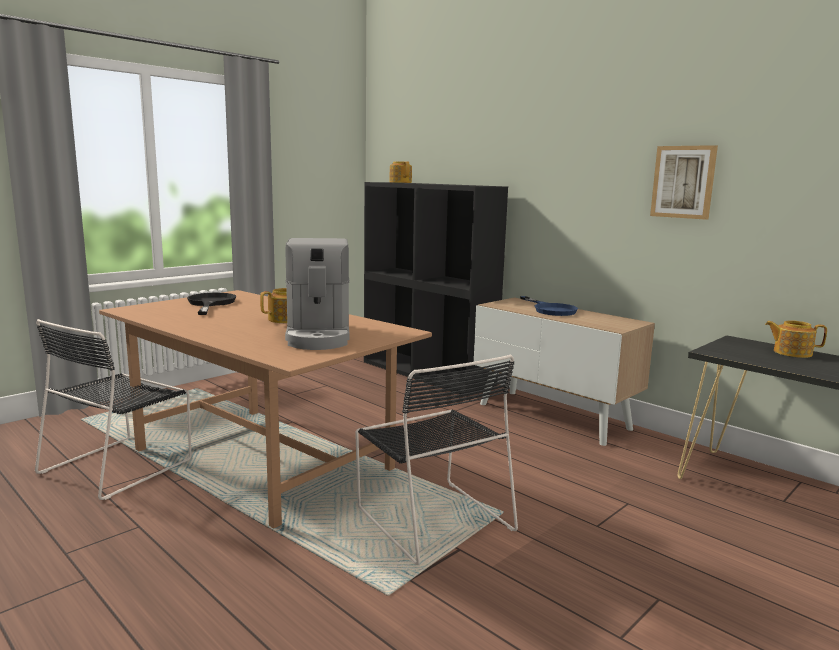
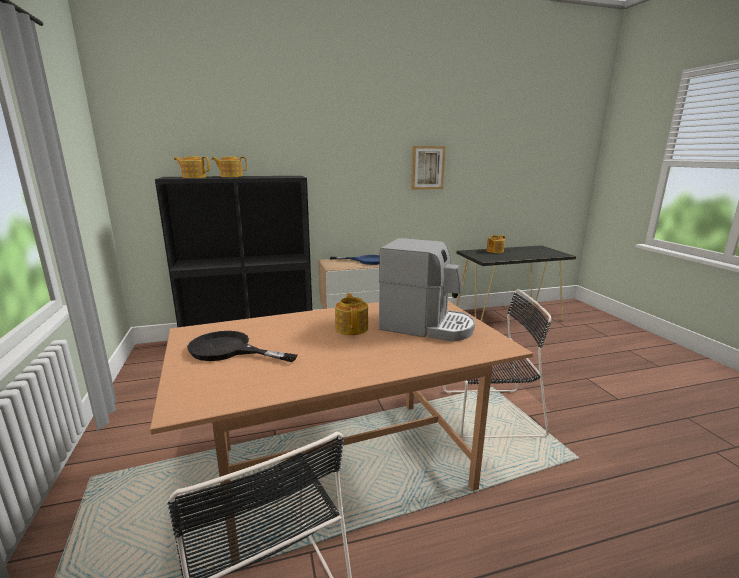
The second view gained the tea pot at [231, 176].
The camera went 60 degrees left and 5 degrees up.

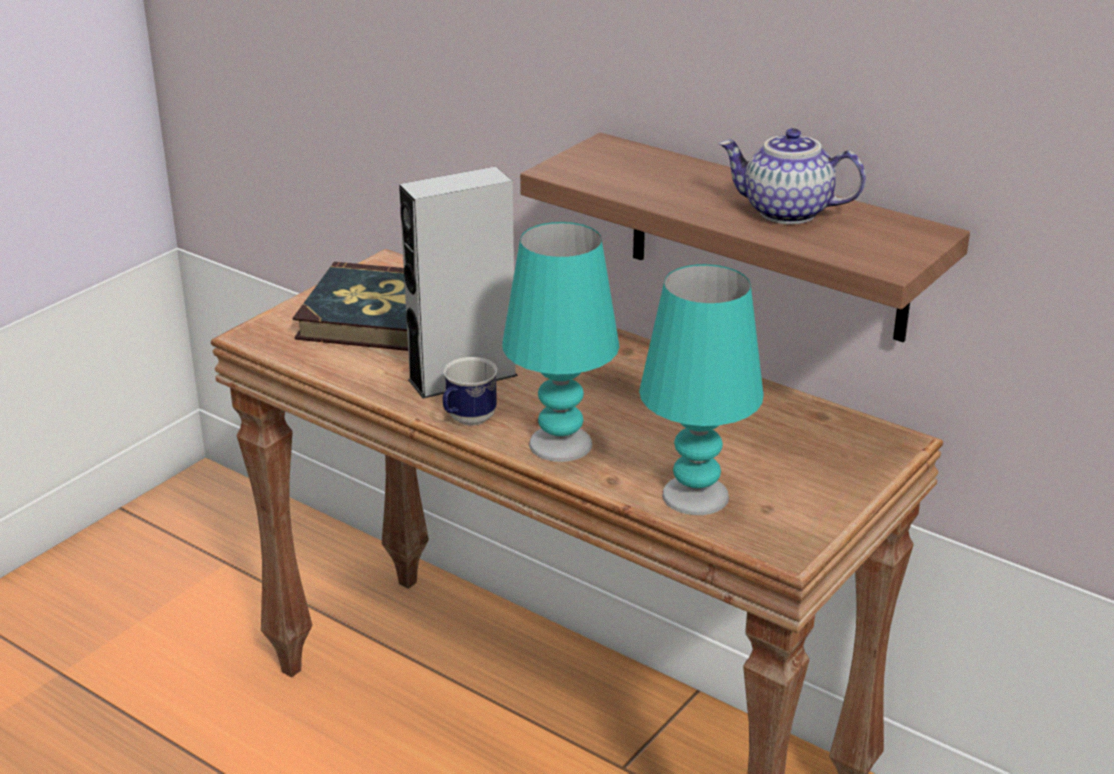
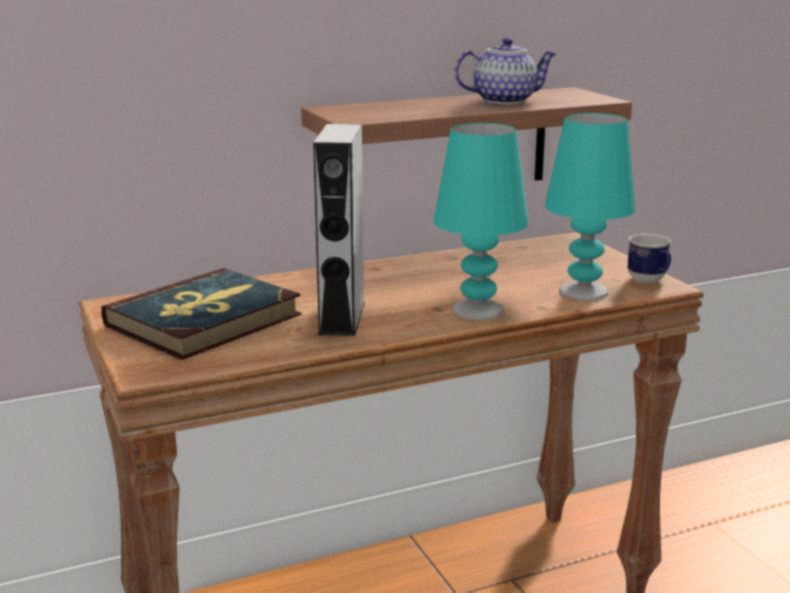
The tea mug ended up elsewhere, having gone from [467, 421] to [649, 281].
The tea pot at [785, 213] ended up facing another way, 150 degrees counterclockwise from before.
The camera went 60 degrees left and 10 degrees down.

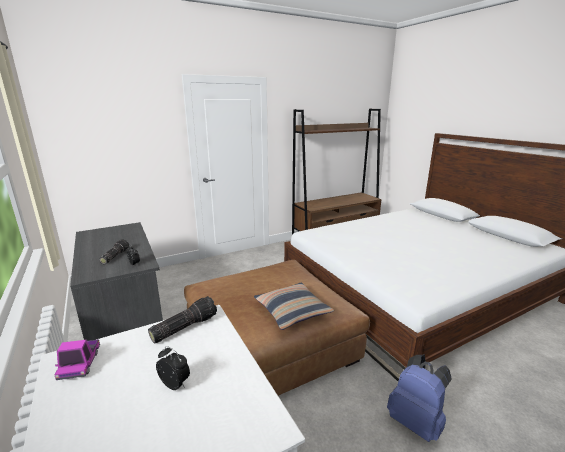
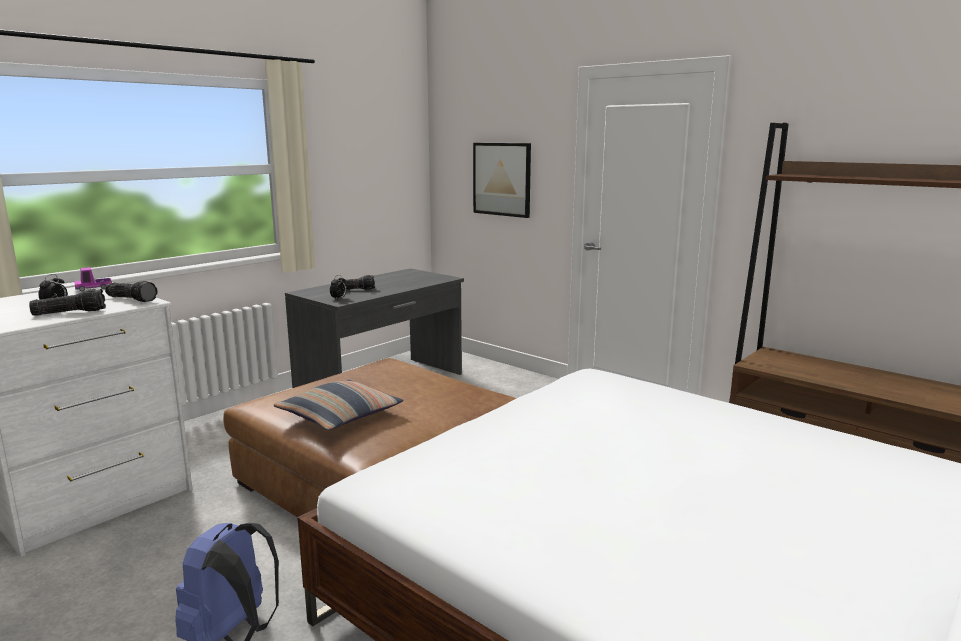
The second view gained the flashlight at [70, 312].
The second view gained the wall art at [502, 179].
The camera went 70 degrees right and 5 degrees down.

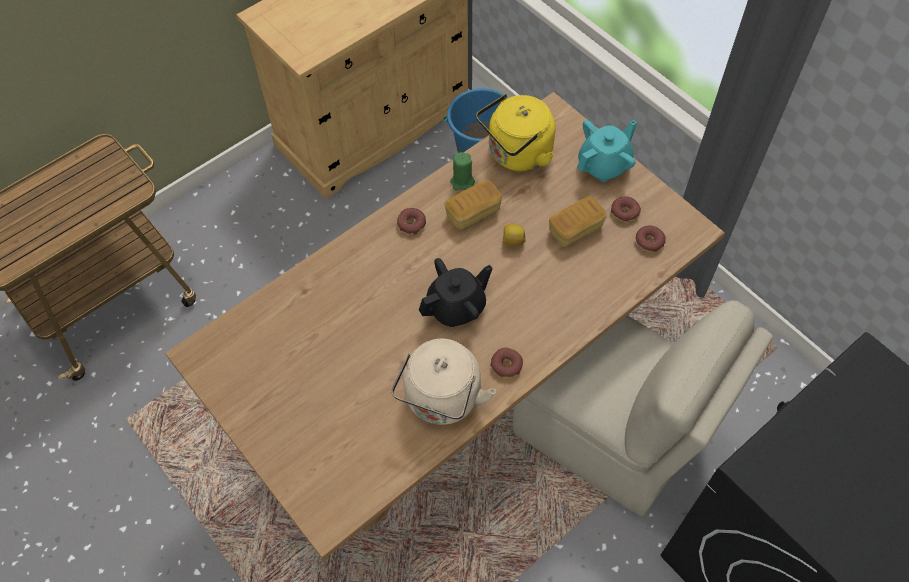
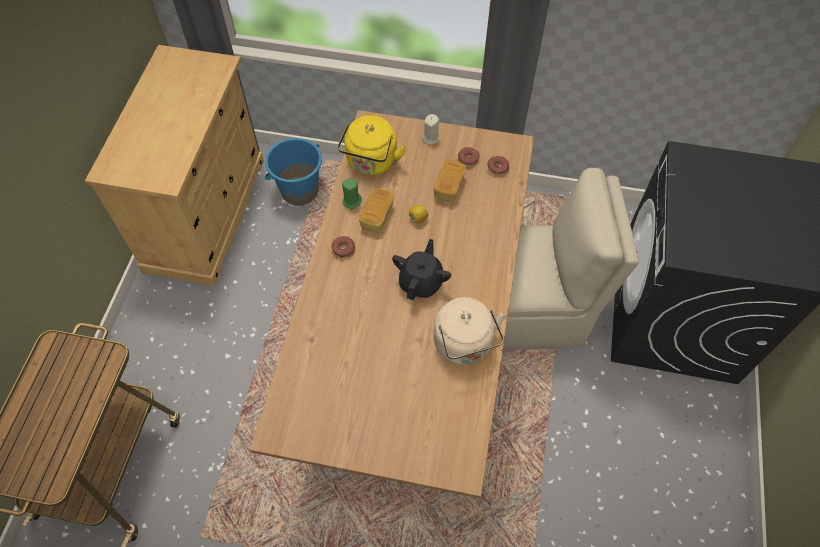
The second view lost the ring doughnut at [506, 365].
Where the tea pot in blue-green stood at [604, 165], the wax light in beige came to stand at [430, 137].
The camera went 40 degrees left and 0 degrees up.

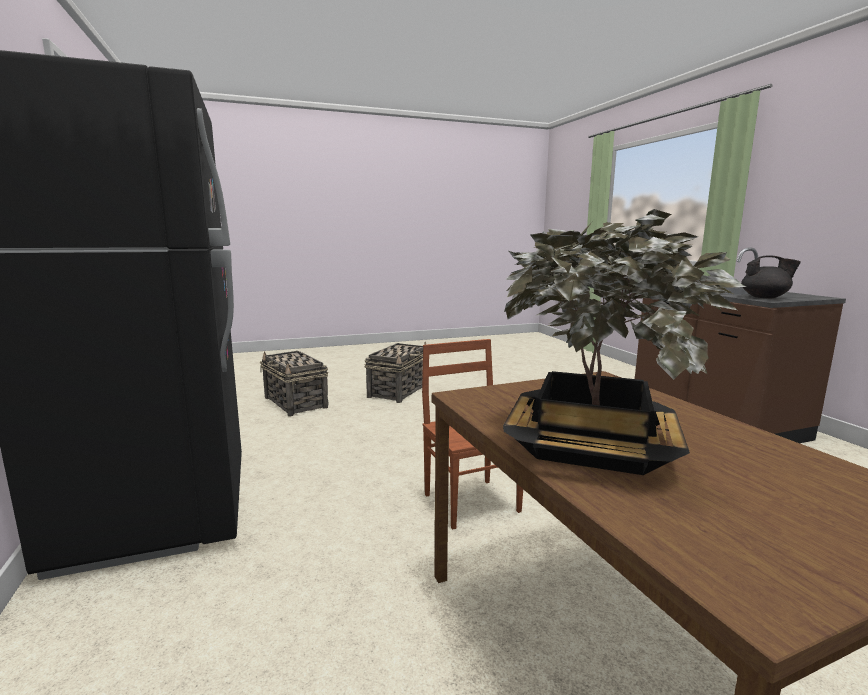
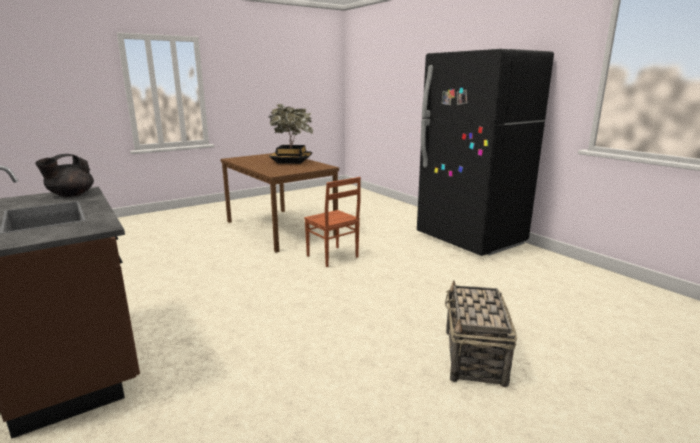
The second view lost the storage basket at [296, 403].
The tea pot in blackish at [765, 297] ended up facing another way, 60 degrees counterclockwise from before.
The camera went 165 degrees right and 5 degrees up.

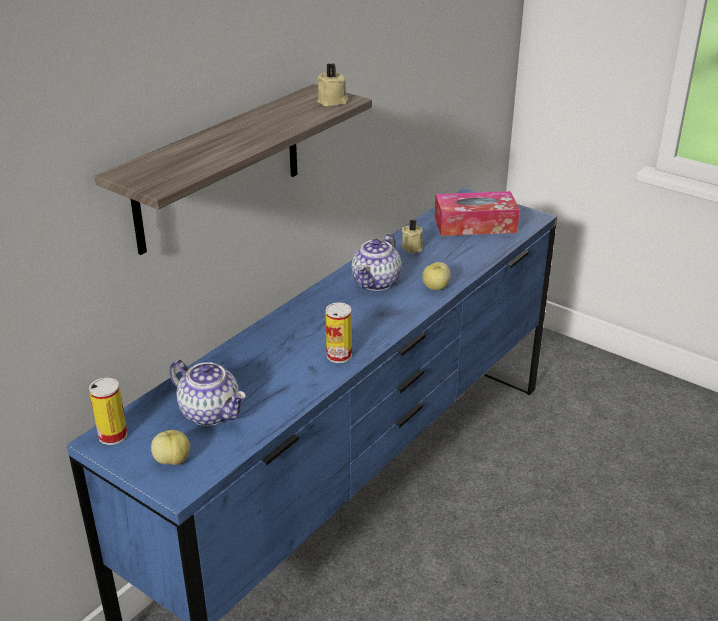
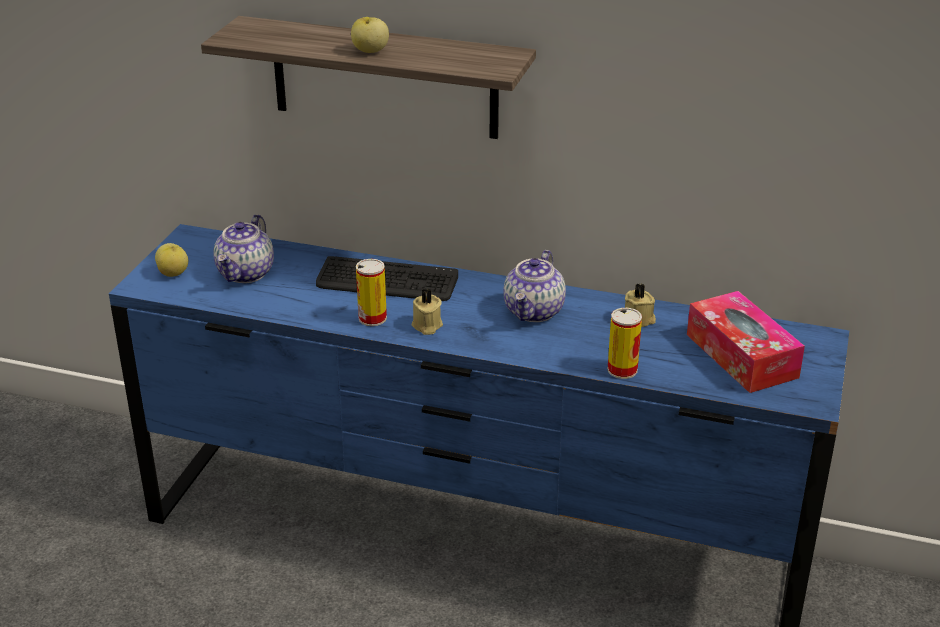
The metal can ended up elsewhere, having gone from [113, 435] to [622, 370].
The wax light in beige ended up elsewhere, having gone from [333, 101] to [426, 326].
The tea pot at [376, 282] ended up facing another way, 75 degrees counterclockwise from before.
The whole apple ended up elsewhere, having gone from [436, 287] to [370, 51].
The second view gained the computer keyboard at [386, 281].
The camera went 70 degrees right and 0 degrees up.

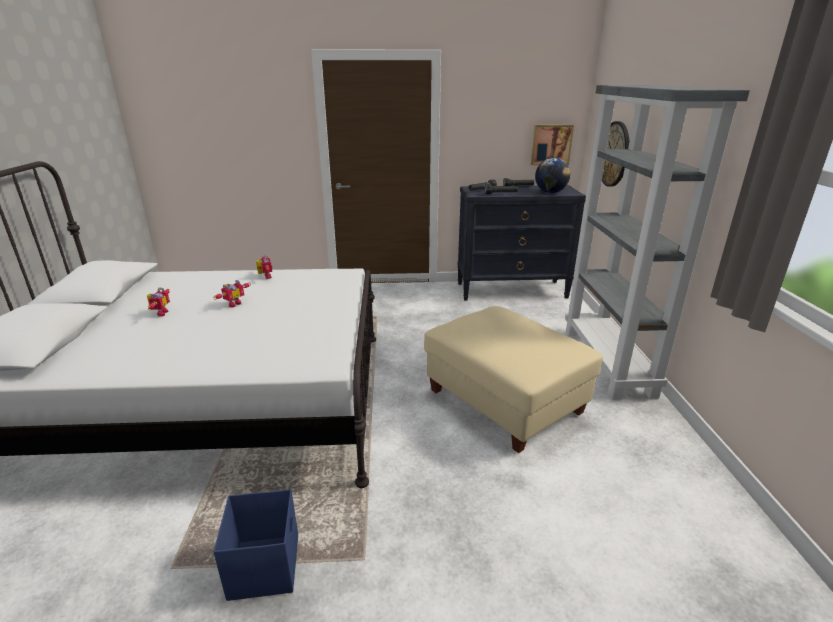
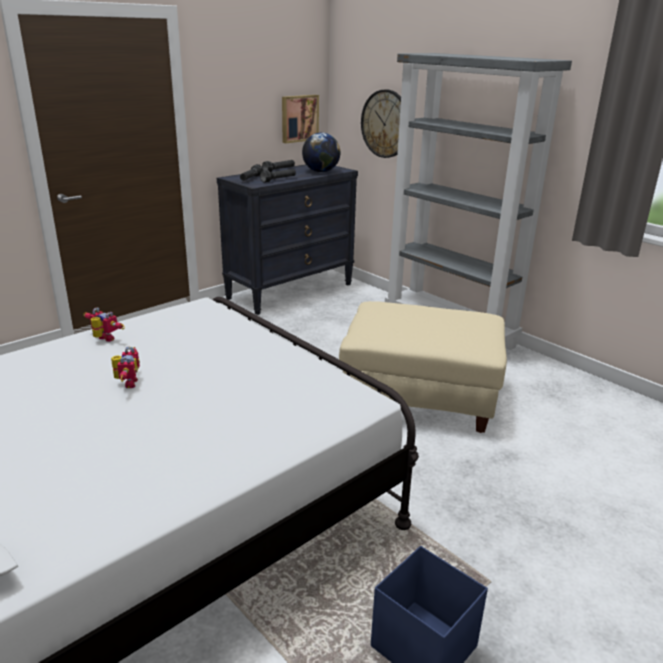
The second view lost the robot figure at [160, 313].
The camera went 40 degrees left and 0 degrees up.

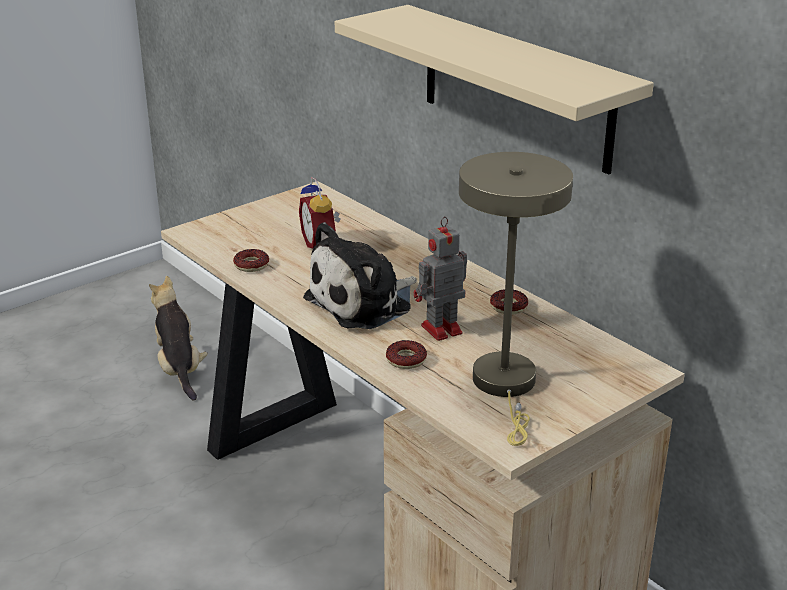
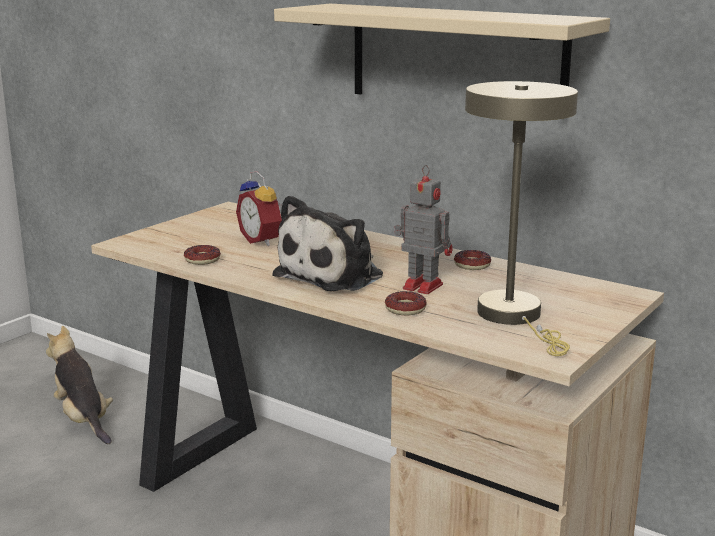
The robot figure at [439, 330] ended up facing another way, 75 degrees clockwise from before.
The camera went 15 degrees left and 10 degrees down.

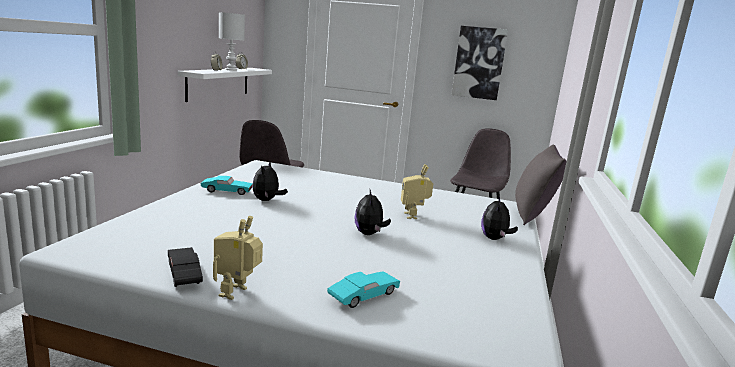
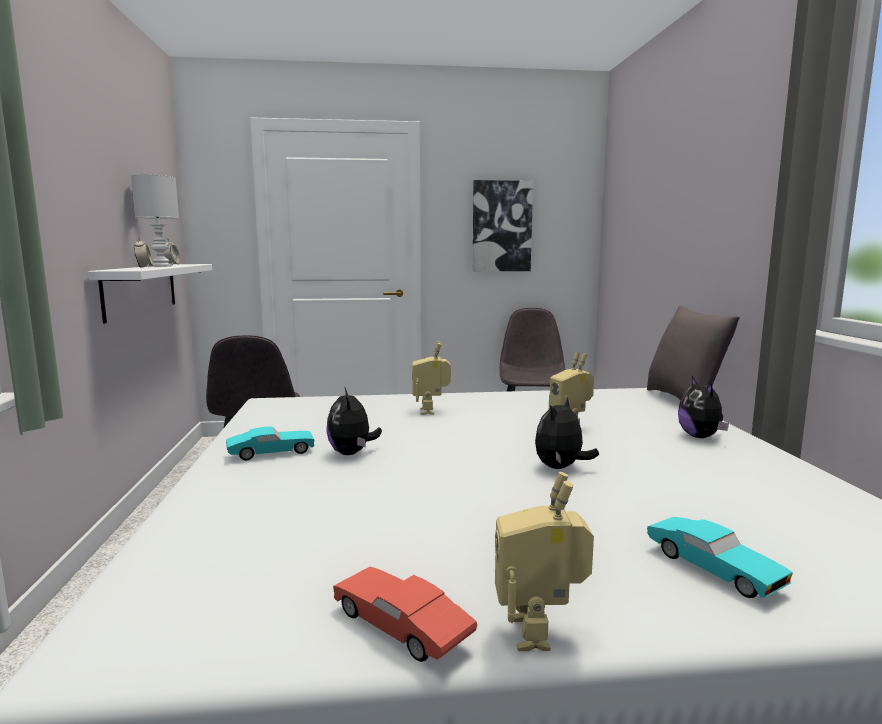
What was the toy car in blackish at [184, 275] turned into the toy car in reddish at [401, 628].
The toy car in blue-green at [363, 297] ended up facing another way, 120 degrees clockwise from before.
The plush toy at [369, 234] ended up facing another way, 60 degrees clockwise from before.
The second view gained the robot figure at [431, 411].
The camera went 20 degrees left and 5 degrees down.

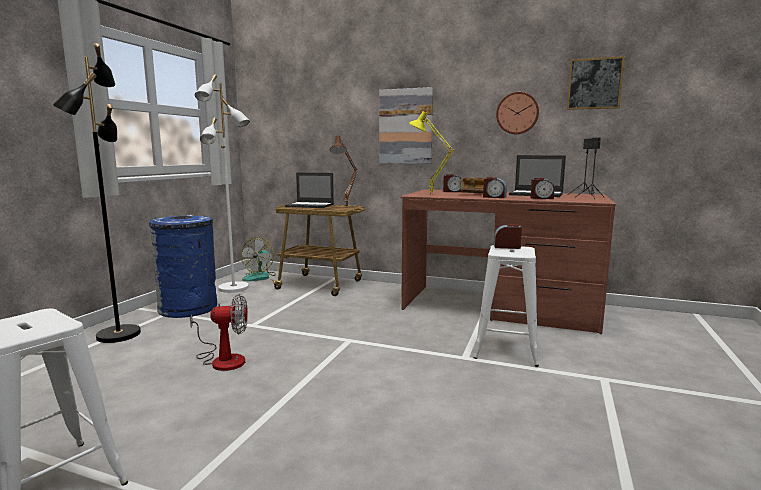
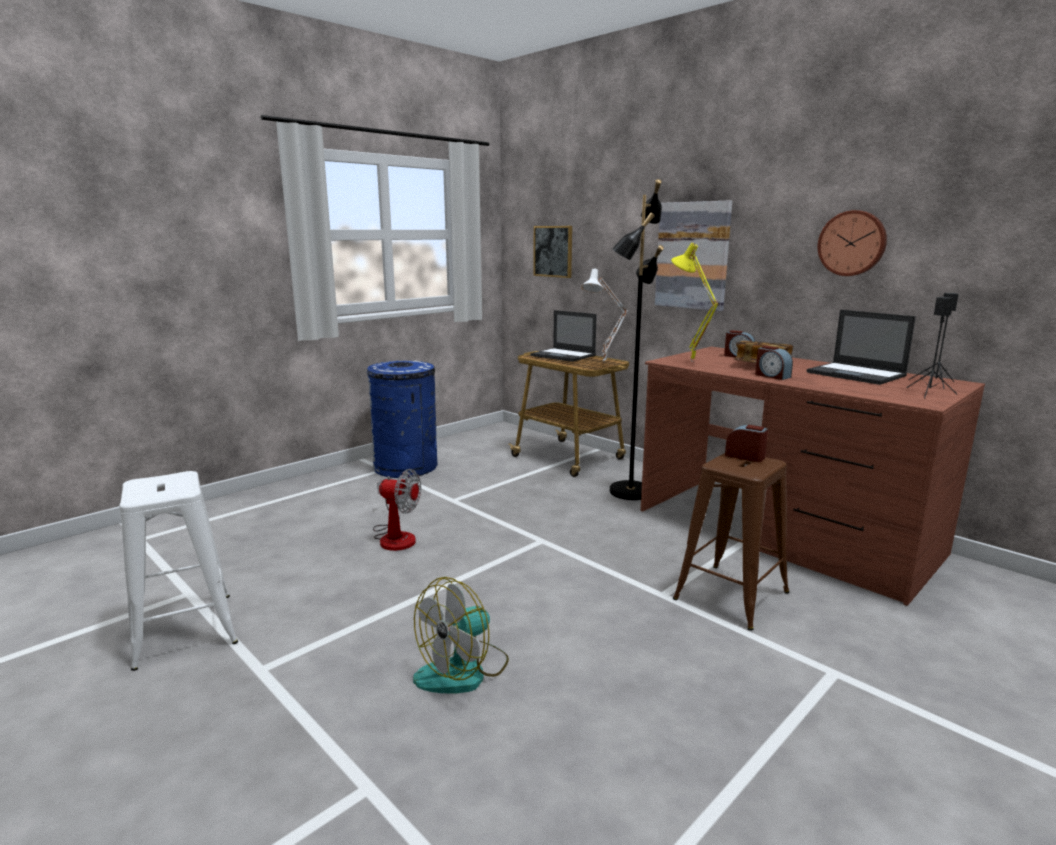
The floor lamp in blackish ended up elsewhere, having gone from [117, 335] to [629, 491].
The second view lost the floor lamp in whitish at [234, 288].
The fan ended up elsewhere, having gone from [260, 277] to [463, 670].
What was the tabletop lamp in brownish at [347, 208] turned into the tabletop lamp in whitish at [605, 363].
What was the stool in whitish at [506, 349] turned into the stool in brownish at [731, 595].
The second view lost the table clock at [541, 198].
The wall art ended up elsewhere, having gone from [594, 84] to [553, 251].
The camera went 25 degrees right and 5 degrees up.

